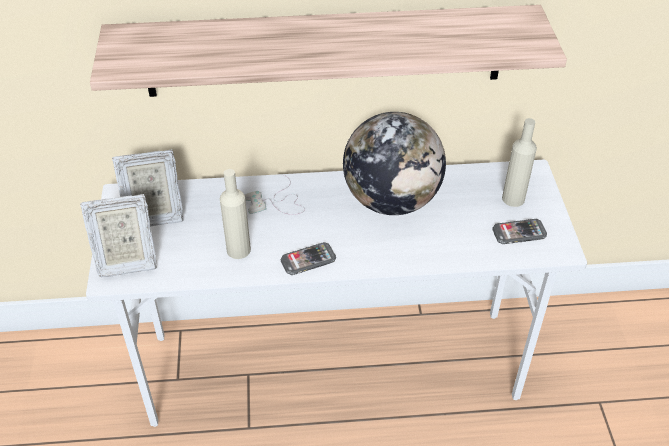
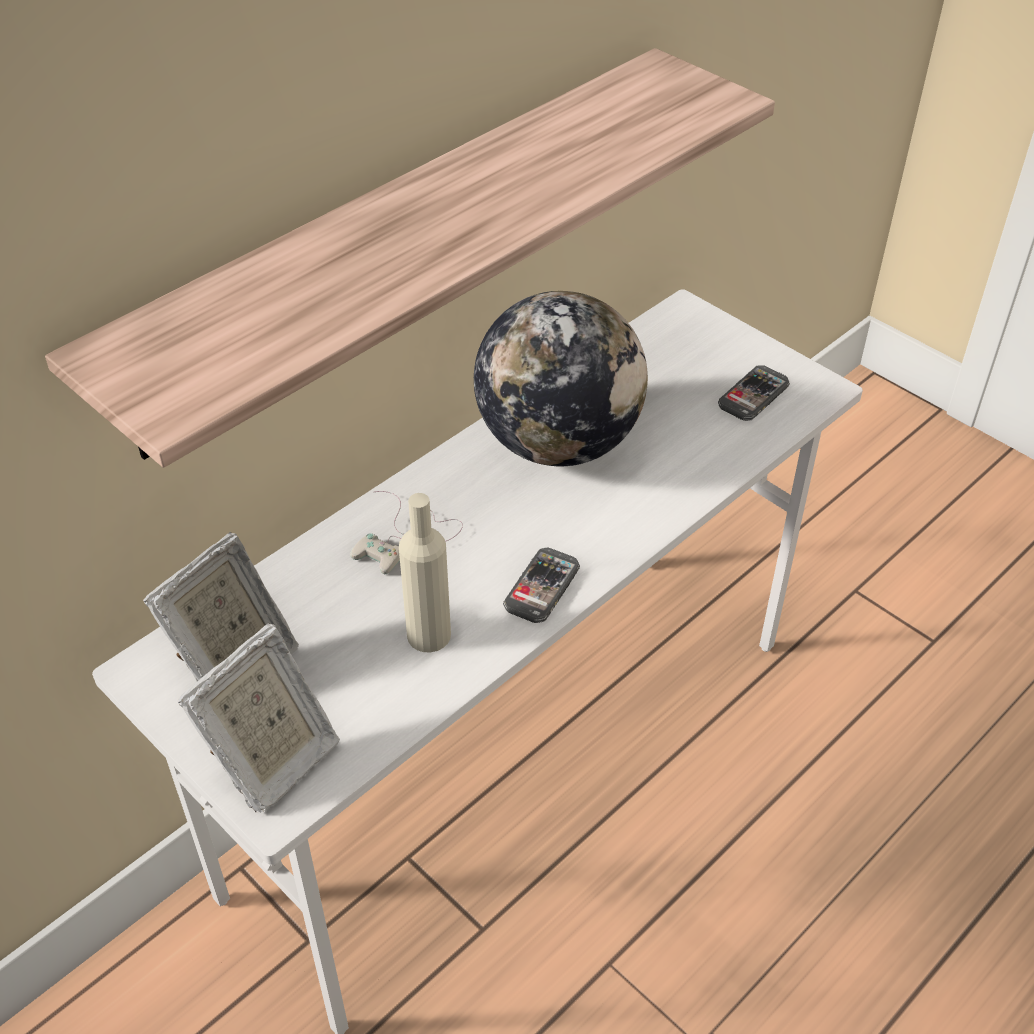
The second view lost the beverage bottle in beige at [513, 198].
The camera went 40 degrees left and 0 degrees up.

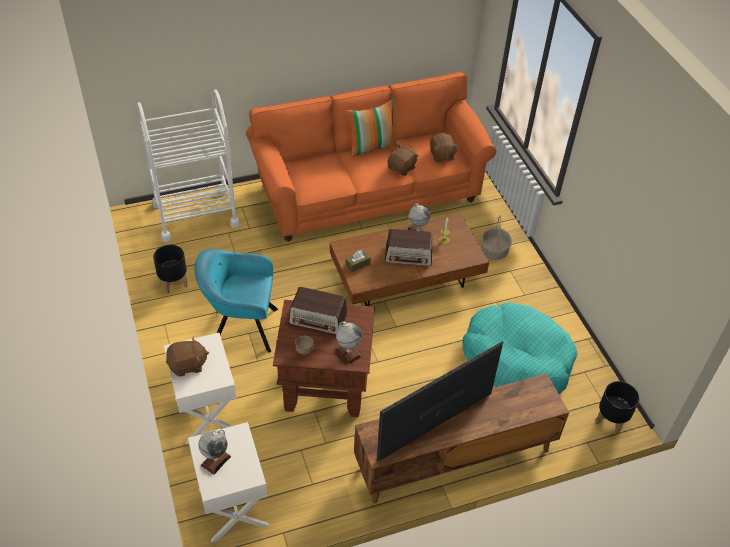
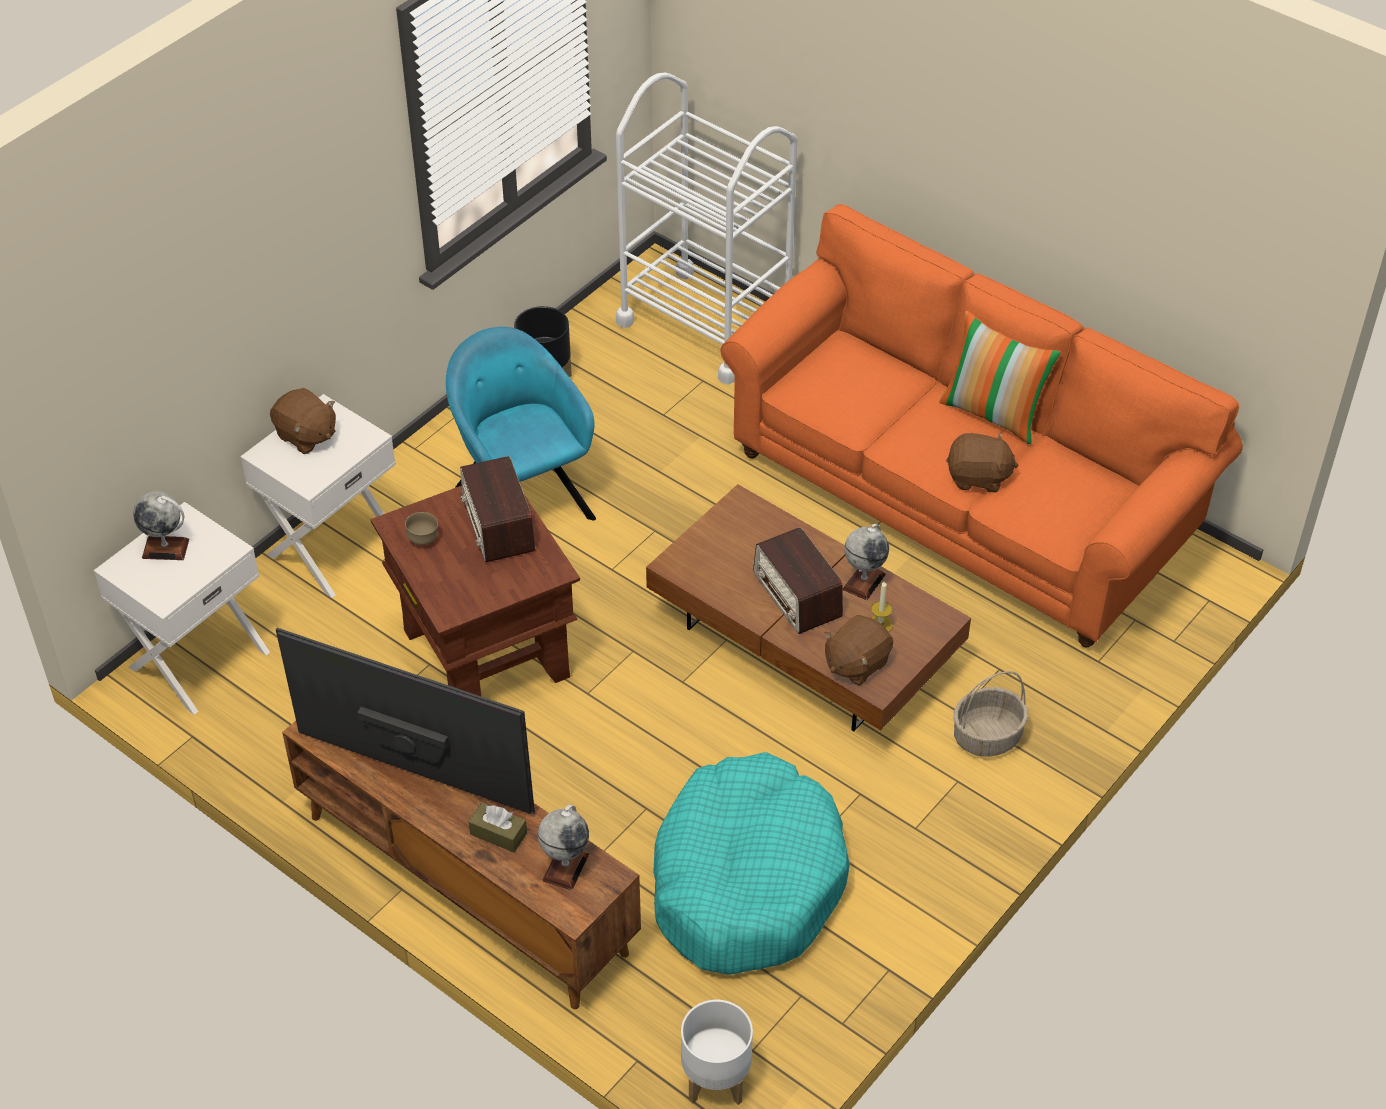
The world globe ended up elsewhere, having gone from [348, 353] to [565, 866].
The tissue box in brownish ended up elsewhere, having gone from [358, 264] to [498, 833].
The plush toy in brownish ended up elsewhere, having gone from [441, 155] to [856, 663].
What was the planter in blackish at [611, 420] turned into the planter in whitish at [716, 1081].
The camera went 60 degrees right and 0 degrees up.

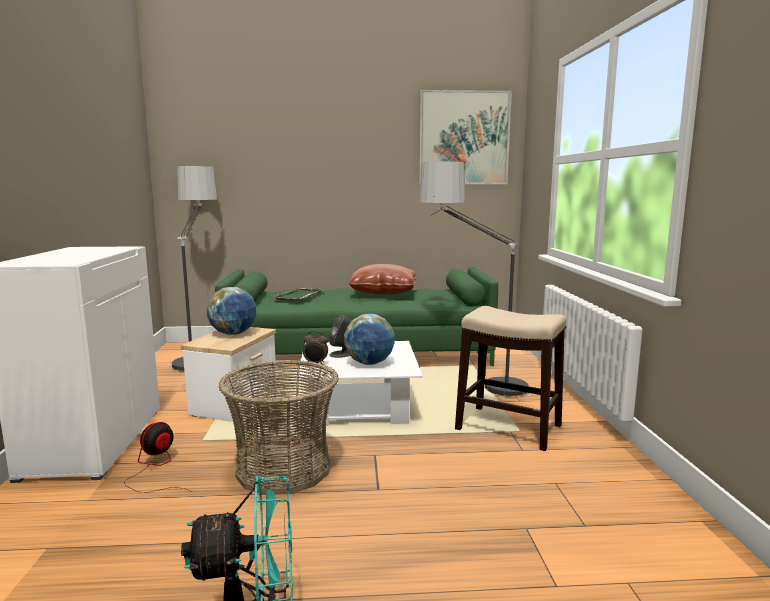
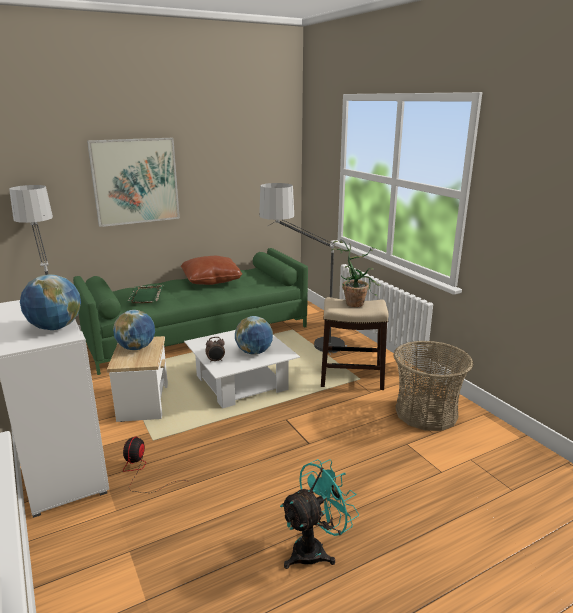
The storage basket ended up elsewhere, having gone from [283, 469] to [426, 413].
The second view lost the speaker in gray at [343, 354].
The wall art ended up elsewhere, having gone from [464, 138] to [135, 181].
The second view gained the world globe at [55, 328].
The second view gained the houseplant at [355, 302].
The camera went 25 degrees left and 10 degrees up.

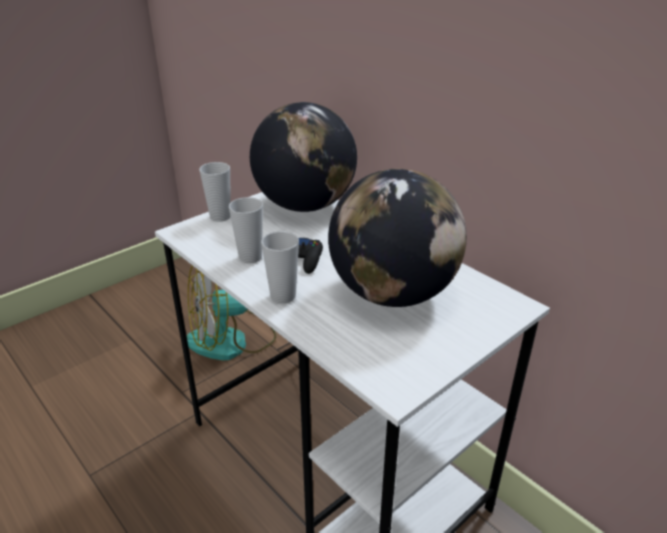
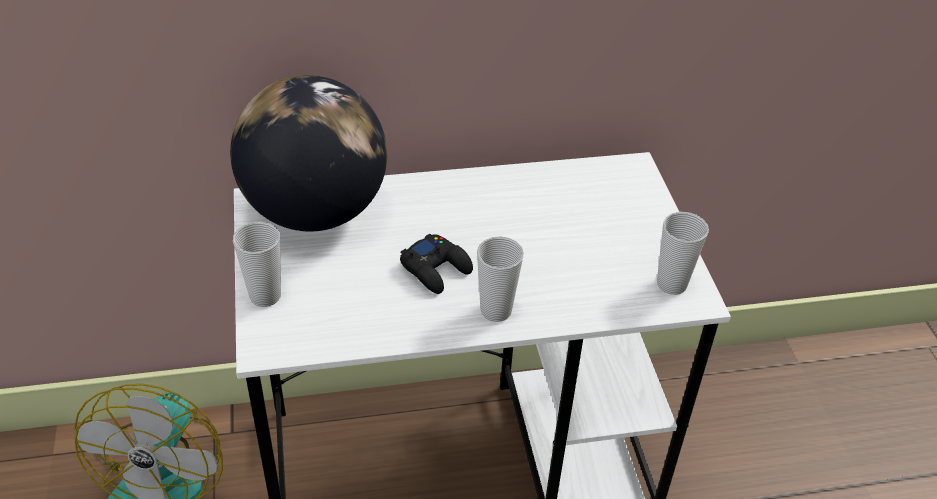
The cup ended up elsewhere, having gone from [250, 257] to [671, 284].
The second view lost the world globe at [392, 294].
The camera went 60 degrees left and 10 degrees up.

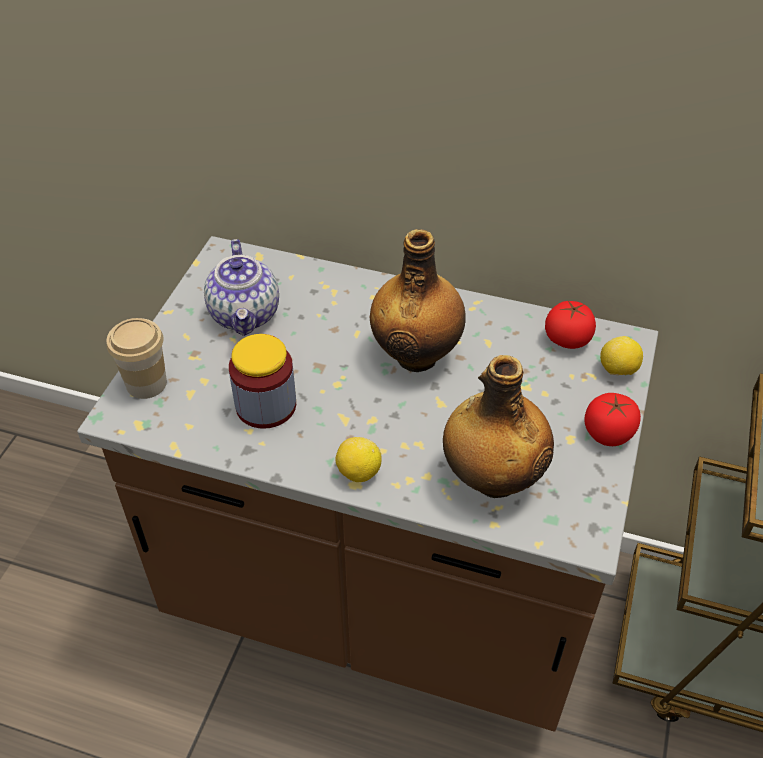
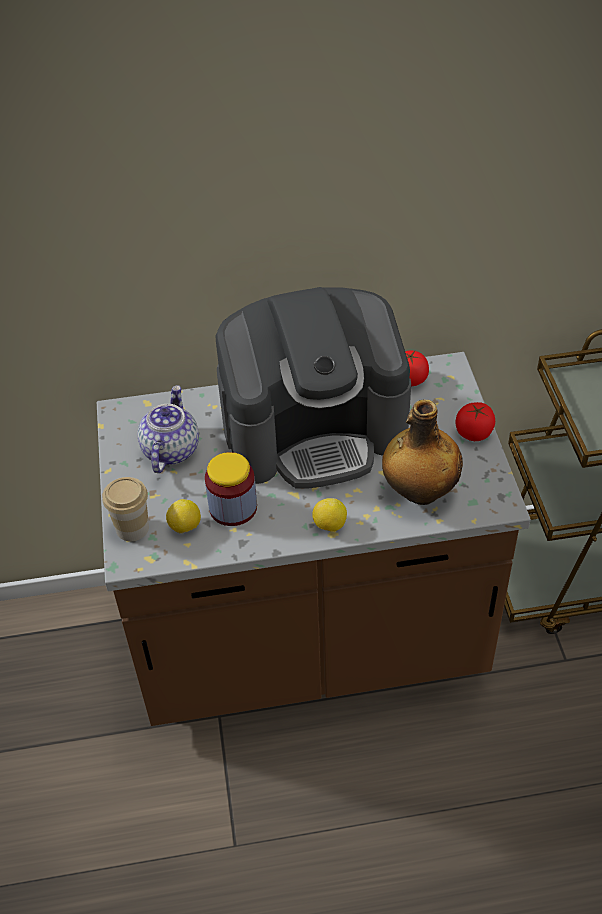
The tea pot at [246, 315] ended up facing another way, 135 degrees counterclockwise from before.
Where the beverage bottle stood at [417, 355], the coffee maker came to stand at [315, 430].
The whole lemon ended up elsewhere, having gone from [617, 370] to [185, 527].
The camera went 25 degrees left and 0 degrees up.

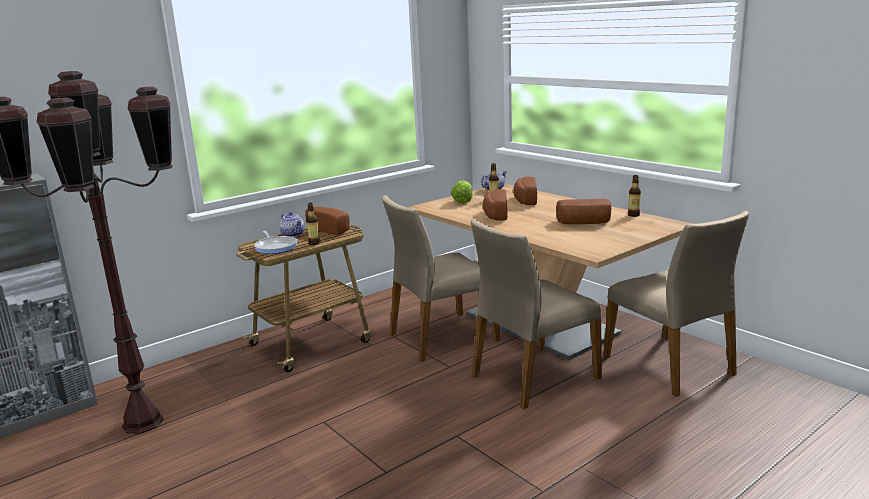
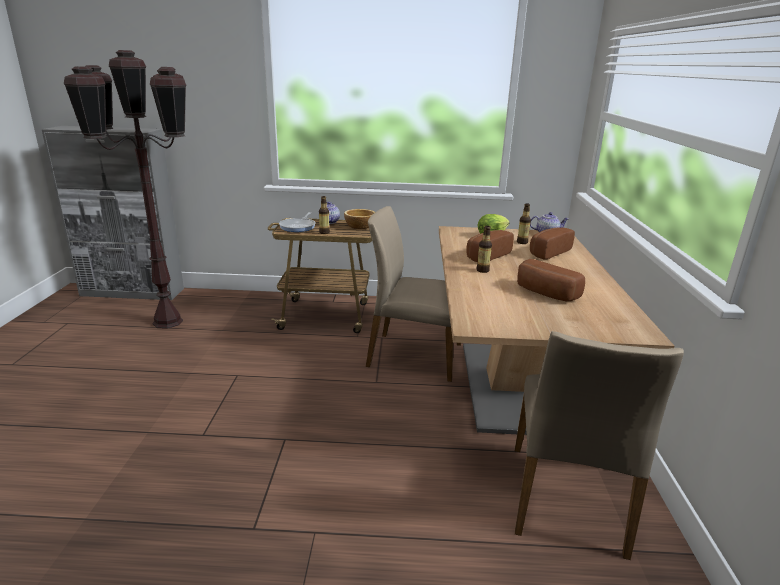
Where the bakery bread stood at [331, 229], the deep dish came to stand at [359, 226].
The second view lost the plain chair in beige at [533, 376].
The beverage bottle ended up elsewhere, having gone from [633, 215] to [482, 270].
The camera went 40 degrees right and 5 degrees up.

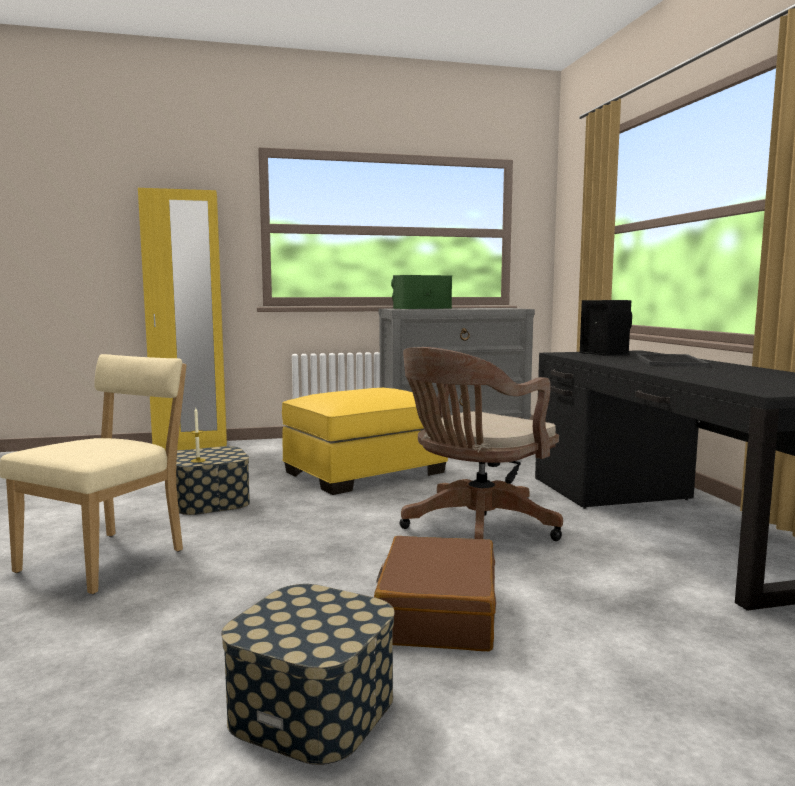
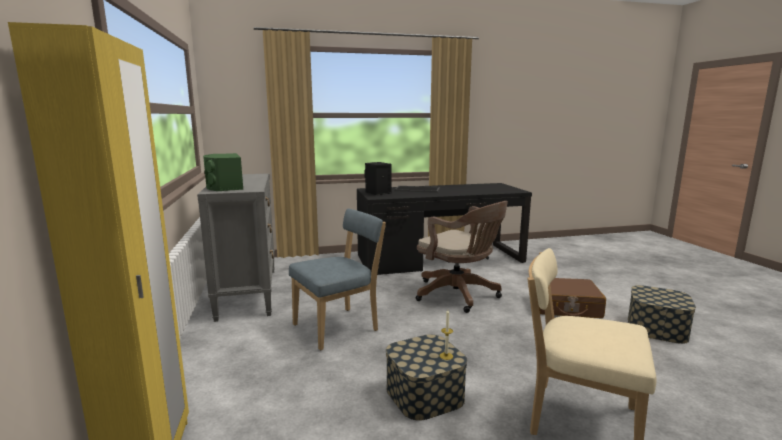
Where the pouffe in yellow-coloured stood at [364, 472], the plain chair in bluish came to stand at [339, 327].
The camera went 90 degrees left and 5 degrees up.

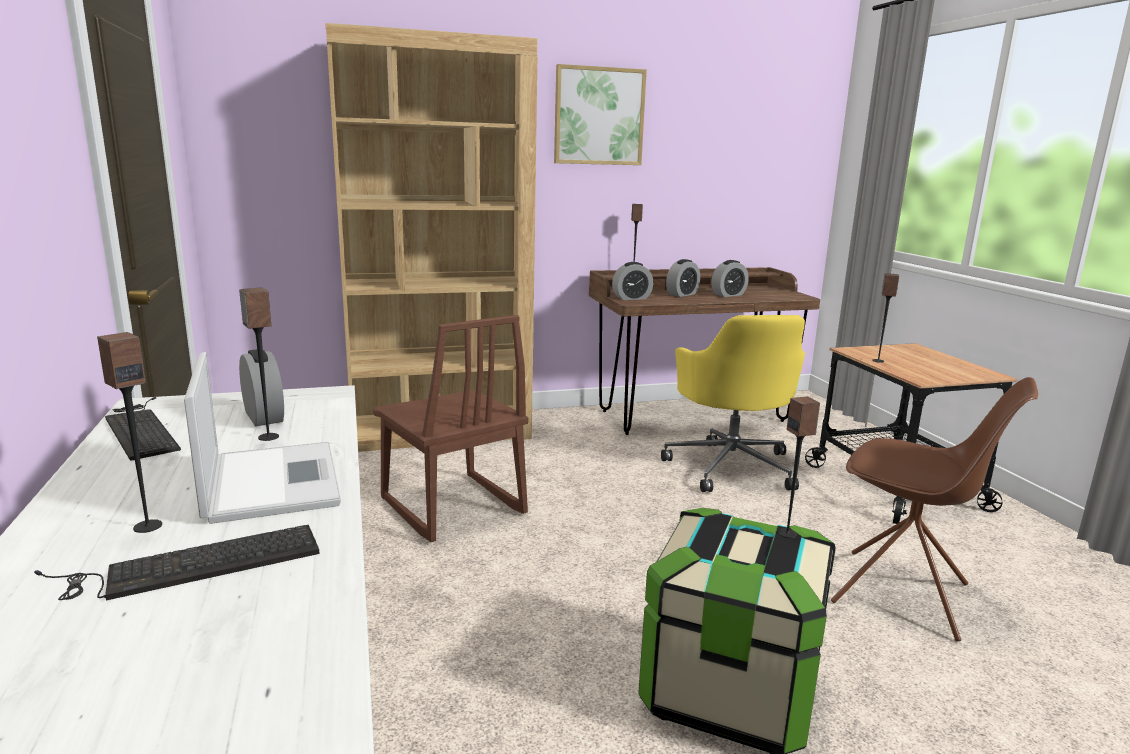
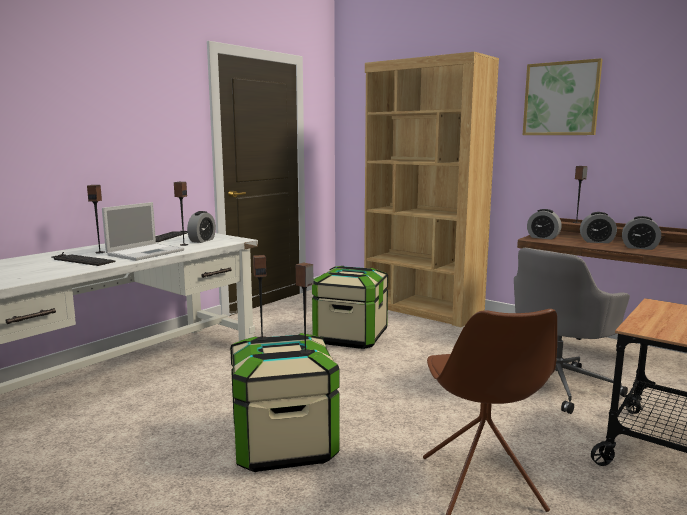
Where the plain chair in brownish stood at [451, 507], the storage bin came to stand at [350, 337].
What was the computer chair in yellow-coloured at [730, 466] turned into the computer chair in gray at [557, 384].
The speaker ended up elsewhere, having gone from [878, 361] to [262, 338].
The camera went 55 degrees right and 5 degrees down.

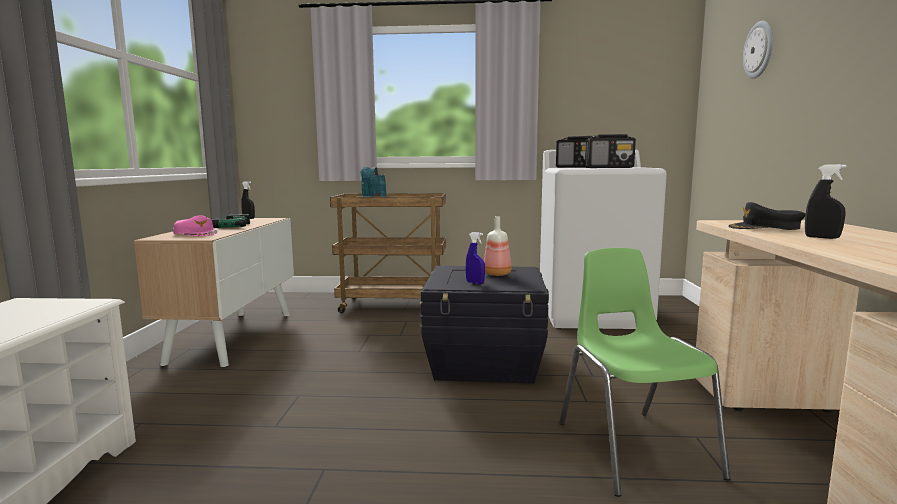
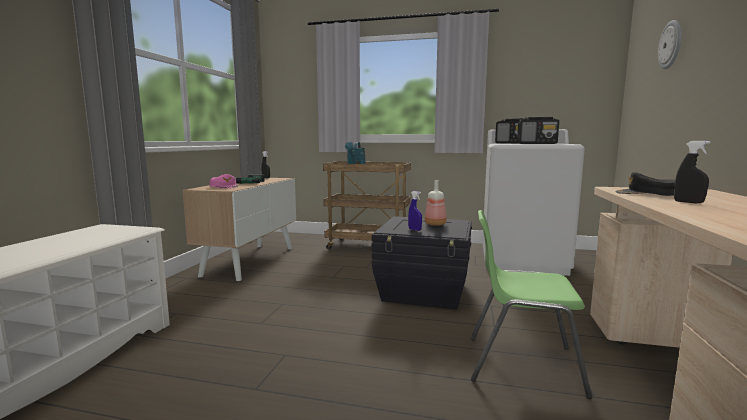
The plain chair in green-coloured at [634, 448] ended up facing another way, 75 degrees counterclockwise from before.
The camera went 10 degrees right and 0 degrees up.

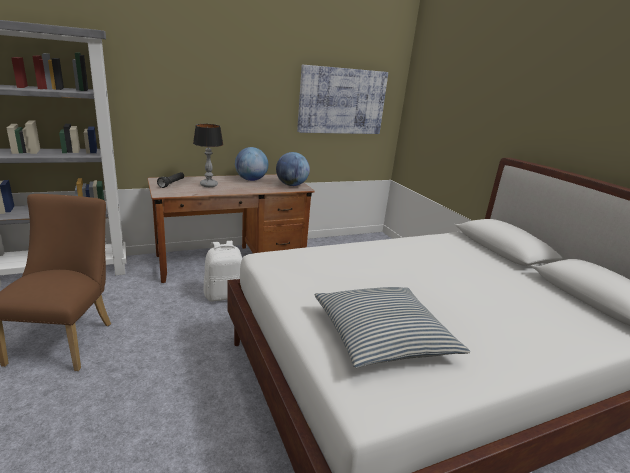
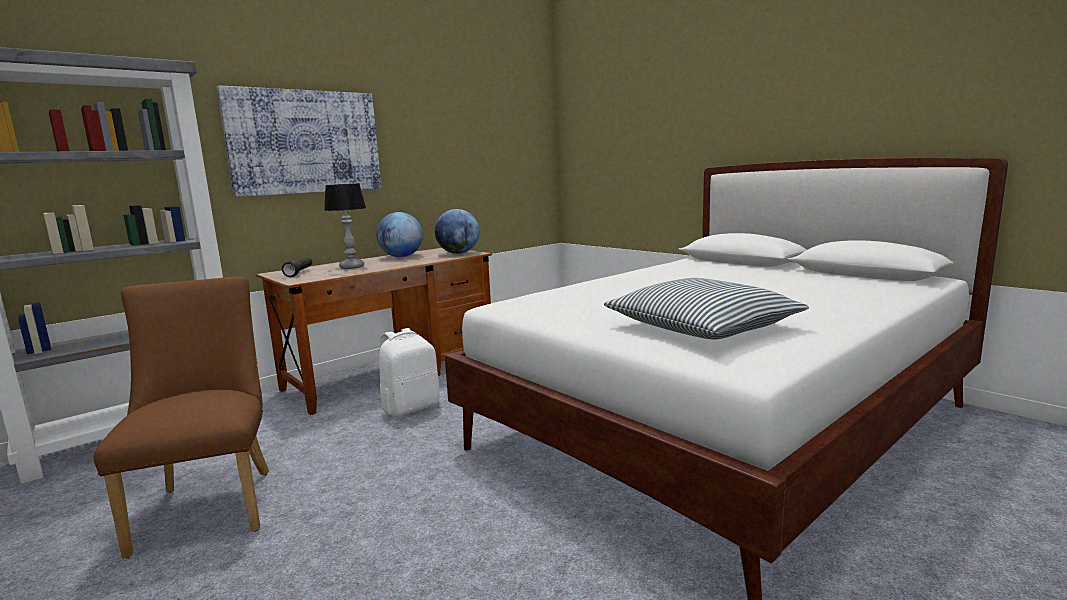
The wall art ended up elsewhere, having gone from [341, 101] to [305, 142].
The camera went 15 degrees left and 10 degrees down.

